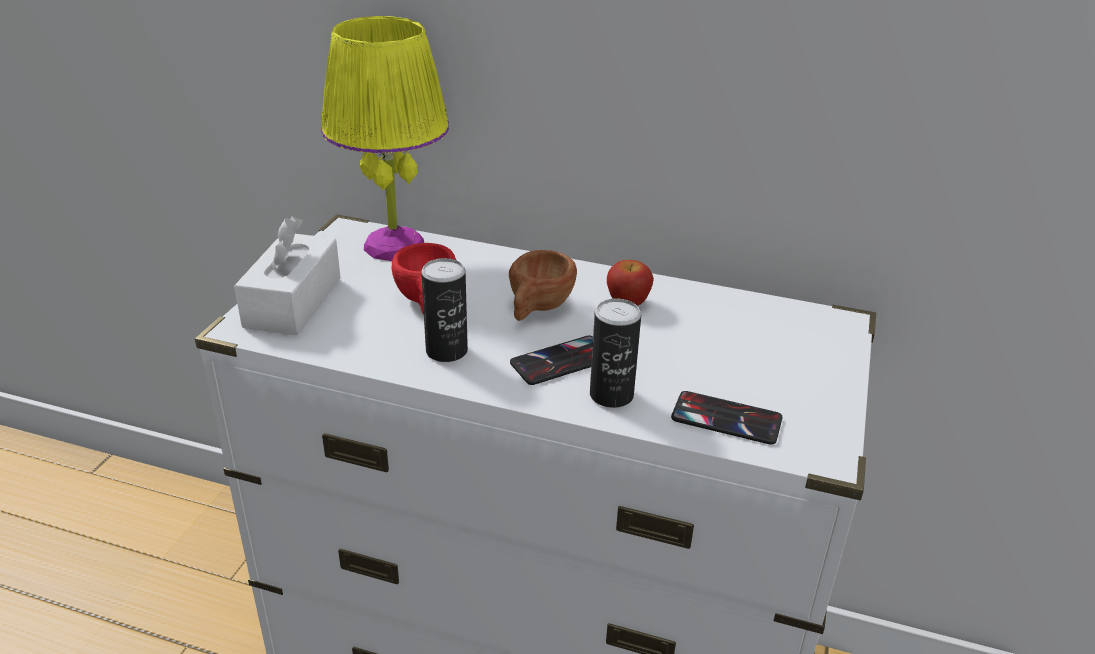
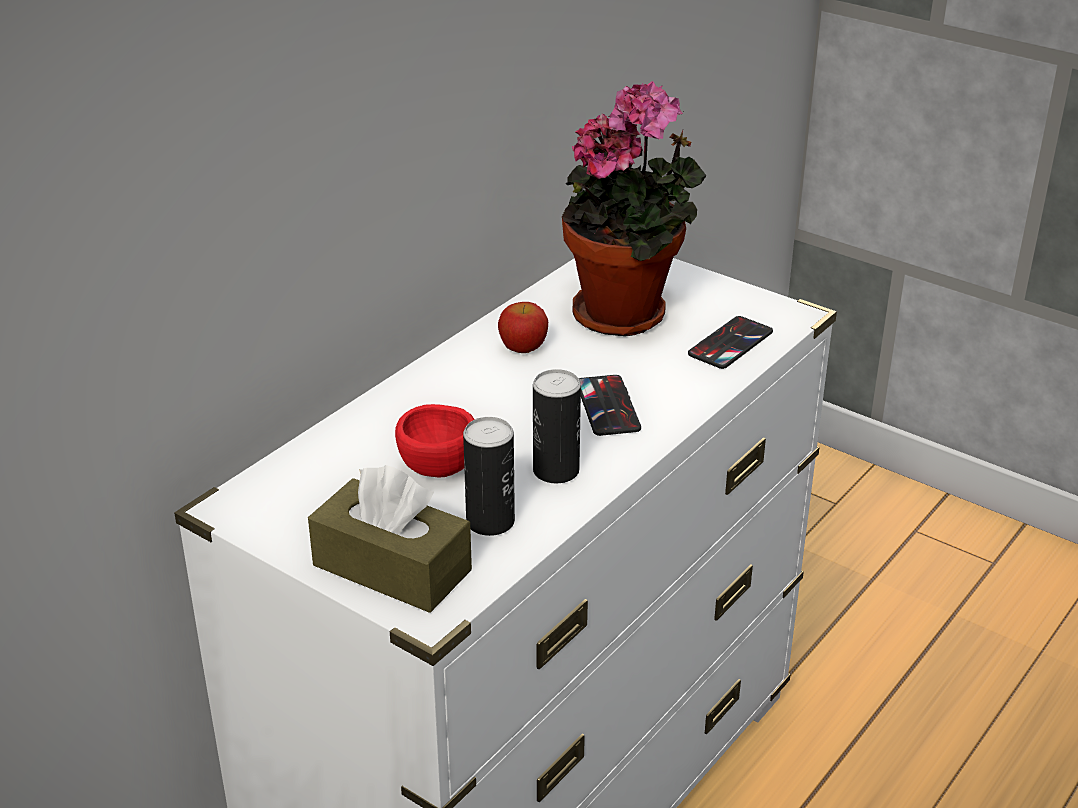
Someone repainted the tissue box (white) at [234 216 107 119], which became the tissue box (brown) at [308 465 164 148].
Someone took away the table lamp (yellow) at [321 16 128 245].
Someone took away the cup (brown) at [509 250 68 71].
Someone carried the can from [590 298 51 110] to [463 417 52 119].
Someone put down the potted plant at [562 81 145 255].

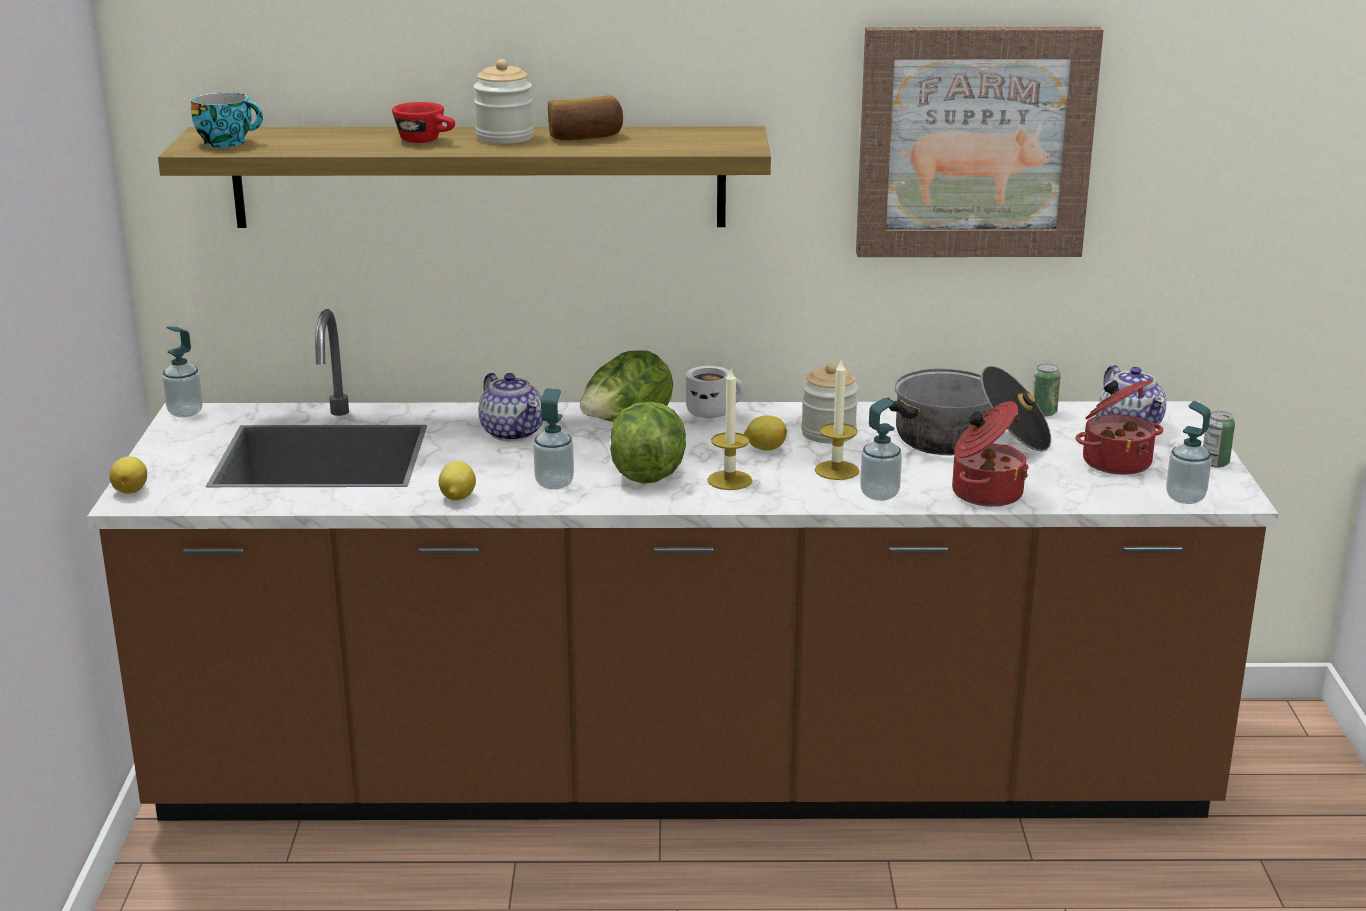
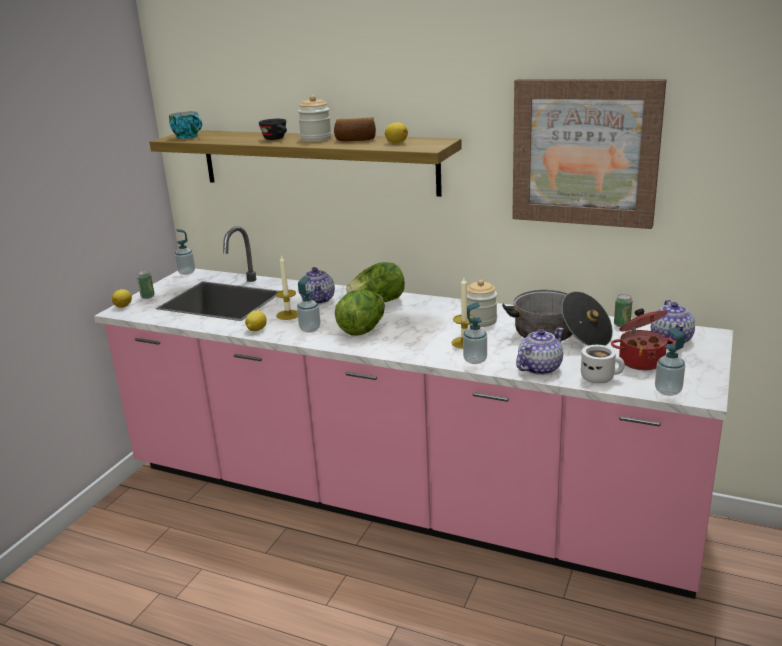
Someone repainted the counter (brown) at [87 309 1192 512], which became the counter (pink) at [94 226 639 373].
Someone repainted the cup (red) at [392 102 63 41], which became the cup (black) at [259 119 28 21].
Someone carried the mug (white) from [686 366 58 52] to [581 345 44 38].
Someone carried the candle from [707 368 45 122] to [276 254 22 66].
Someone carried the lemon from [744 416 43 34] to [385 122 23 21].
Someone swapped the cooking pot at [952 401 77 106] for the teapot at [516 328 48 47].
Someone carried the can from [1203 411 32 56] to [137 271 18 28].

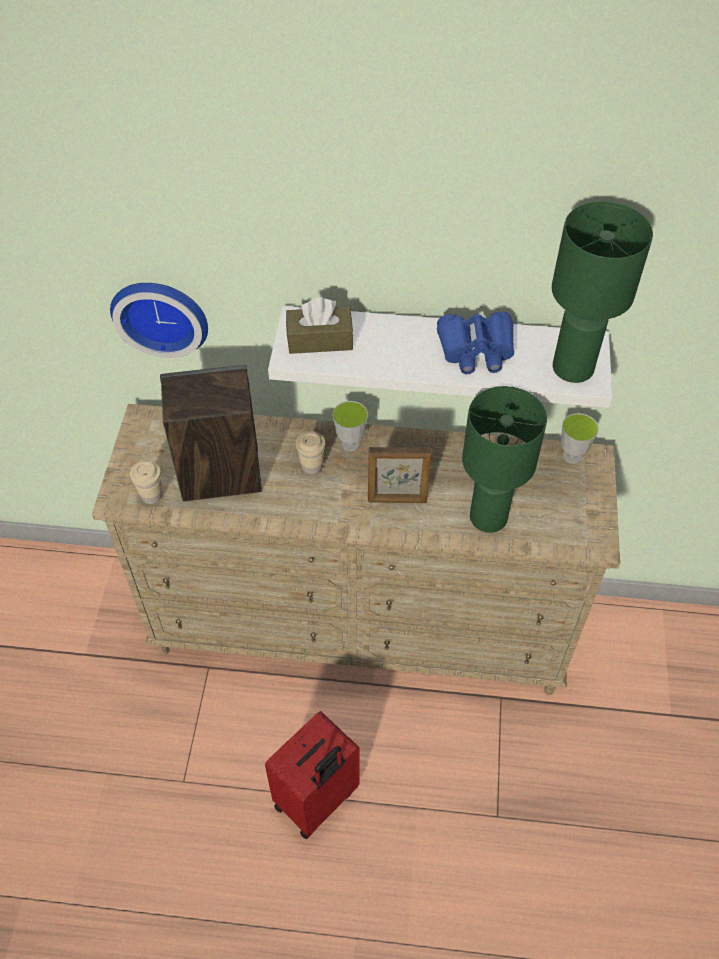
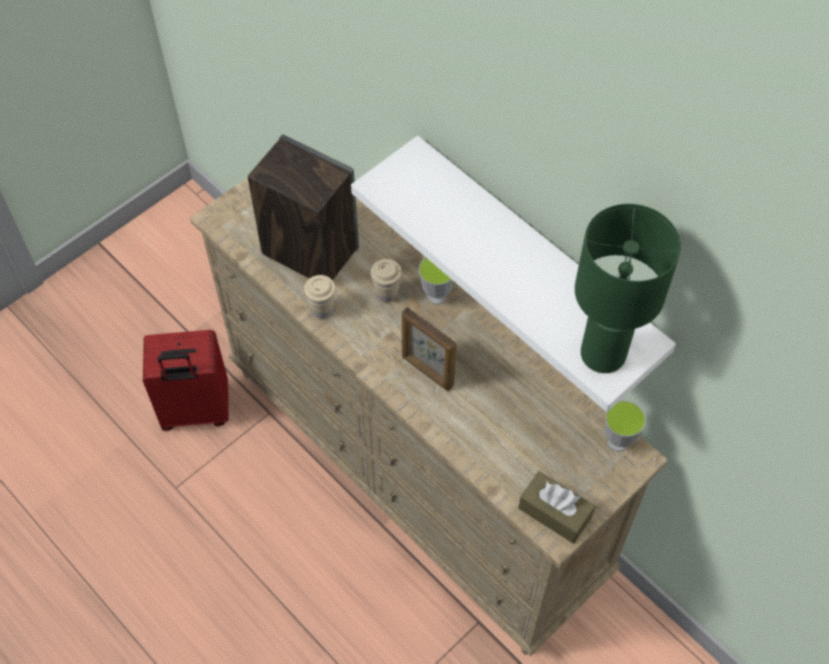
Someone took away the wall clock at [110 283 98 75].
Someone carried the cup (beige) from [130 460 33 44] to [304 275 31 44].
Someone carried the suitcase (red) from [265 711 95 128] to [143 330 86 101].
Someone carried the tissue box (brown) from [286 298 67 56] to [518 471 77 73].
Someone took away the binoculars (blue) at [437 312 77 62].
Someone took away the table lamp (green) at [462 386 85 147].

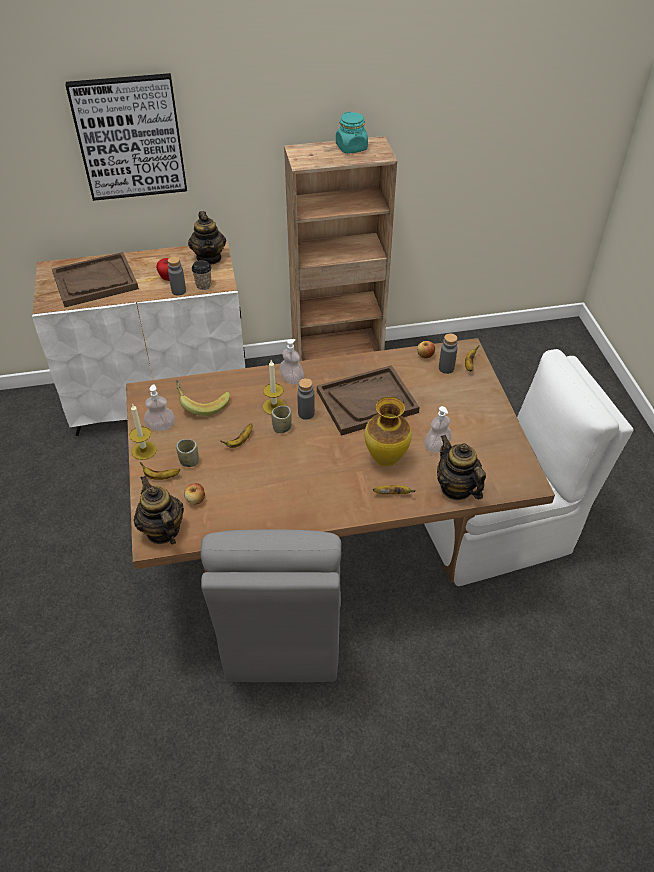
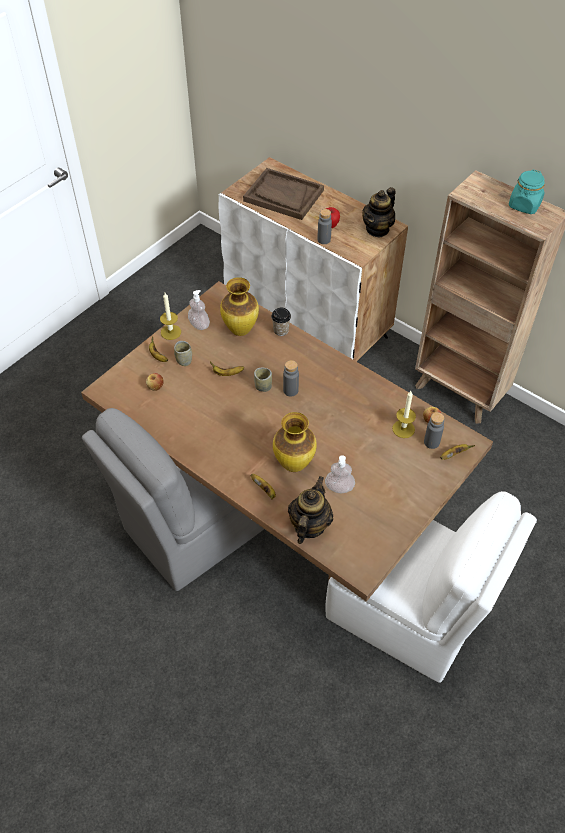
Someone took away the picture at [66 73 121 128].
Someone took away the teapot at [134 476 50 68].
Someone swapped the banana at [176 380 54 36] for the vase at [220 277 39 59].
Someone carried the cup from [192 260 19 30] to [271 308 20 28].
Someone carried the candle from [263 360 23 55] to [392 391 24 47].
Someone took away the soap dispenser at [280 339 24 46].
Someone took away the tray (brown) at [317 365 103 71].

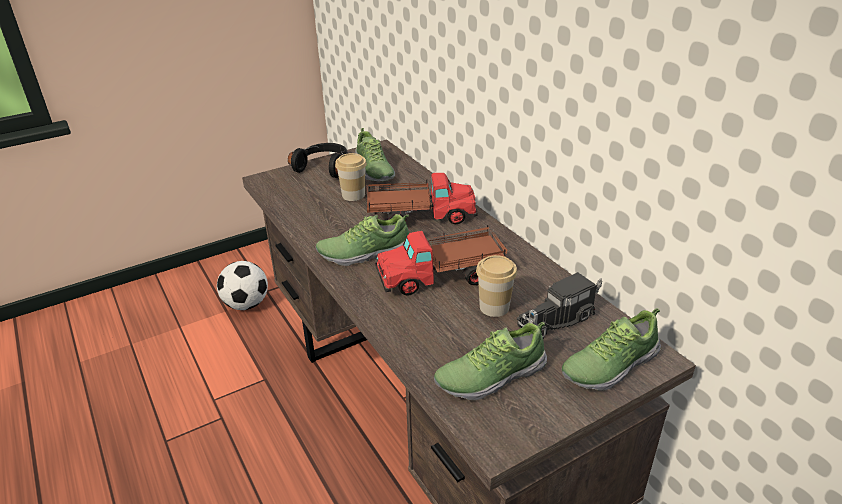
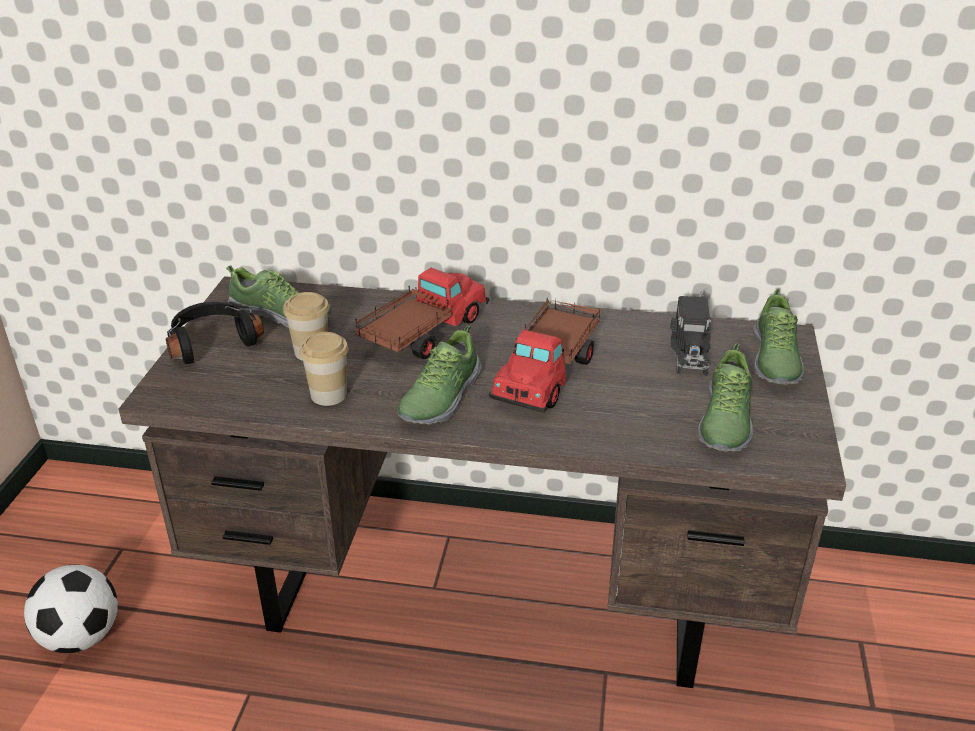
Someone carried the cup from [476 255 41 62] to [299 332 50 74].

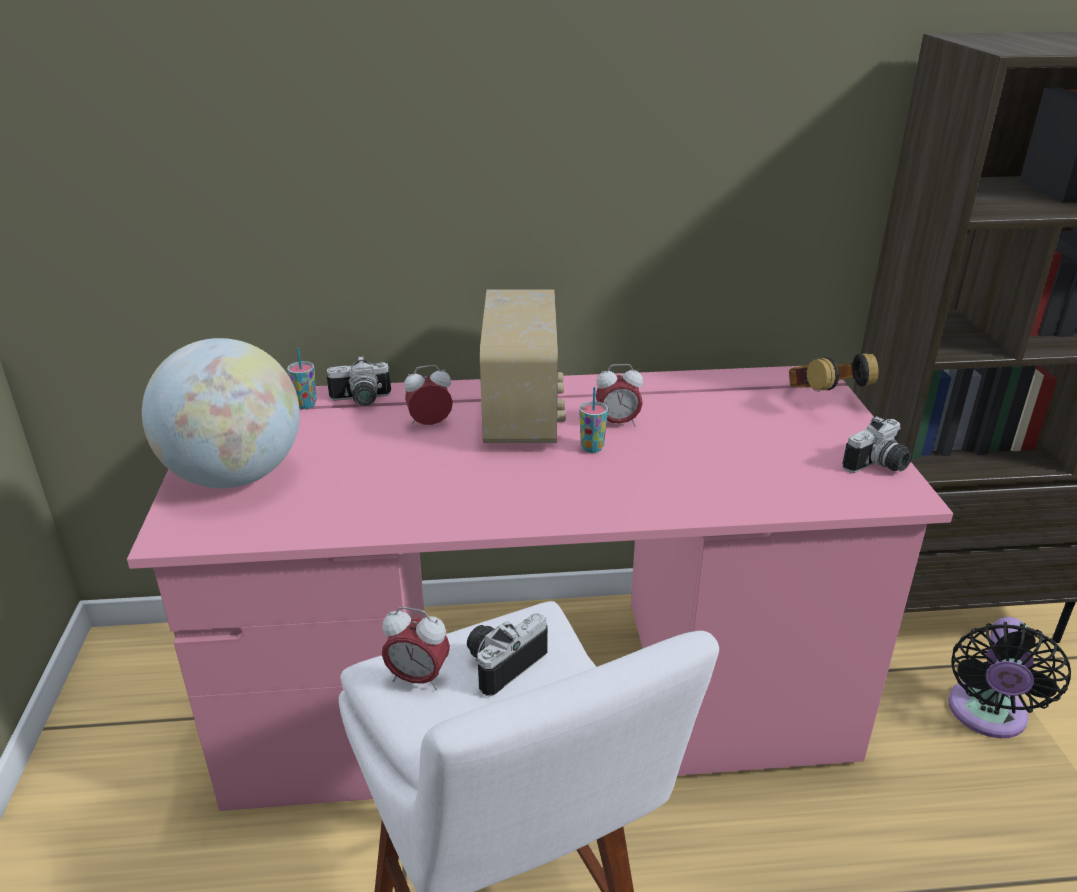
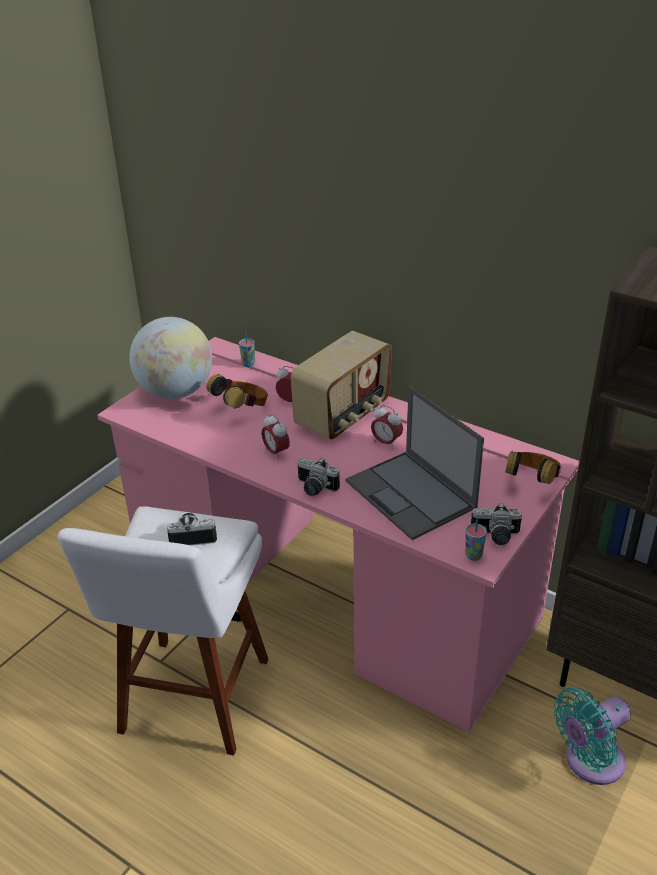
Someone carried the photo camera from [327 356 64 50] to [297 458 43 38].
Someone carried the alarm clock from [382 607 68 83] to [262 414 28 46].
Someone carried the cup from [579 387 29 66] to [465 517 22 44].
Someone repainted the fan (black) at [948 617 123 121], which became the fan (turquoise) at [554 687 77 98].
Someone put down the headphones at [206 374 62 35].
Someone put down the laptop at [346 386 138 154].

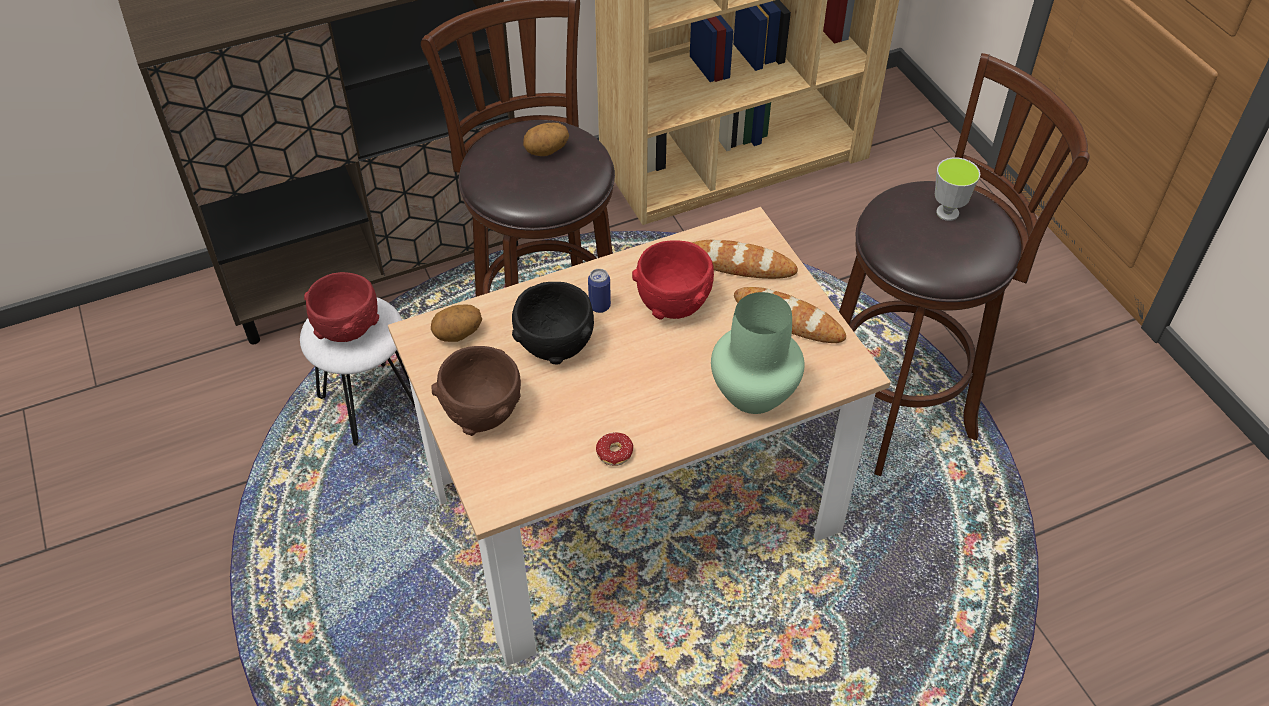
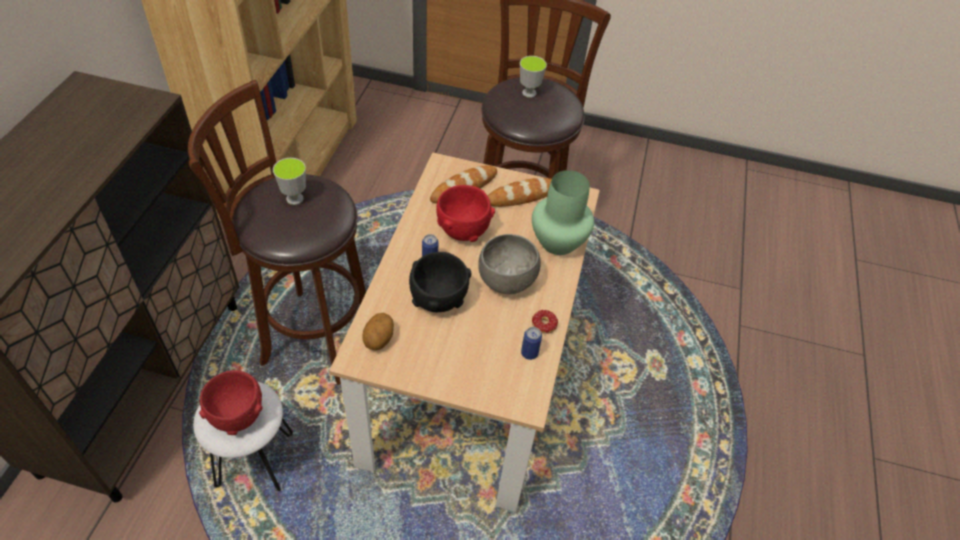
Someone took away the bowl (brown) at [431 346 90 90].
Someone swapped the potato at [523 123 46 33] for the cup at [273 158 33 47].
Someone put down the bowl (grey) at [479 234 62 60].
Someone put down the can at [521 327 21 33].

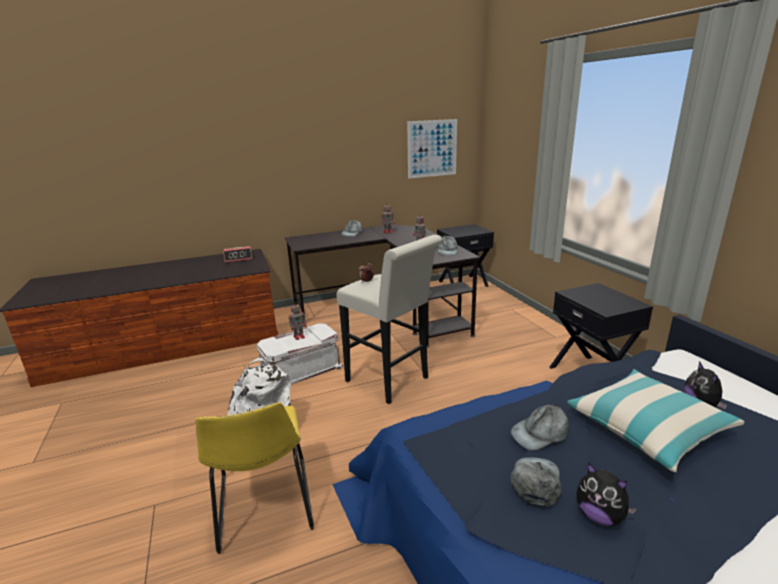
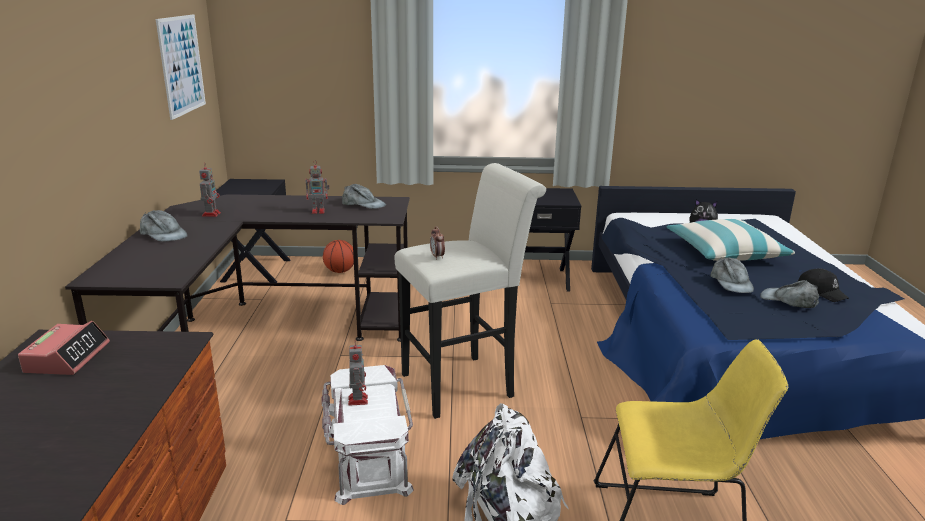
Someone swapped the plush toy at [576 463 61 63] for the cap (black) at [797 268 52 34].
Someone put down the basketball at [323 240 31 33].

